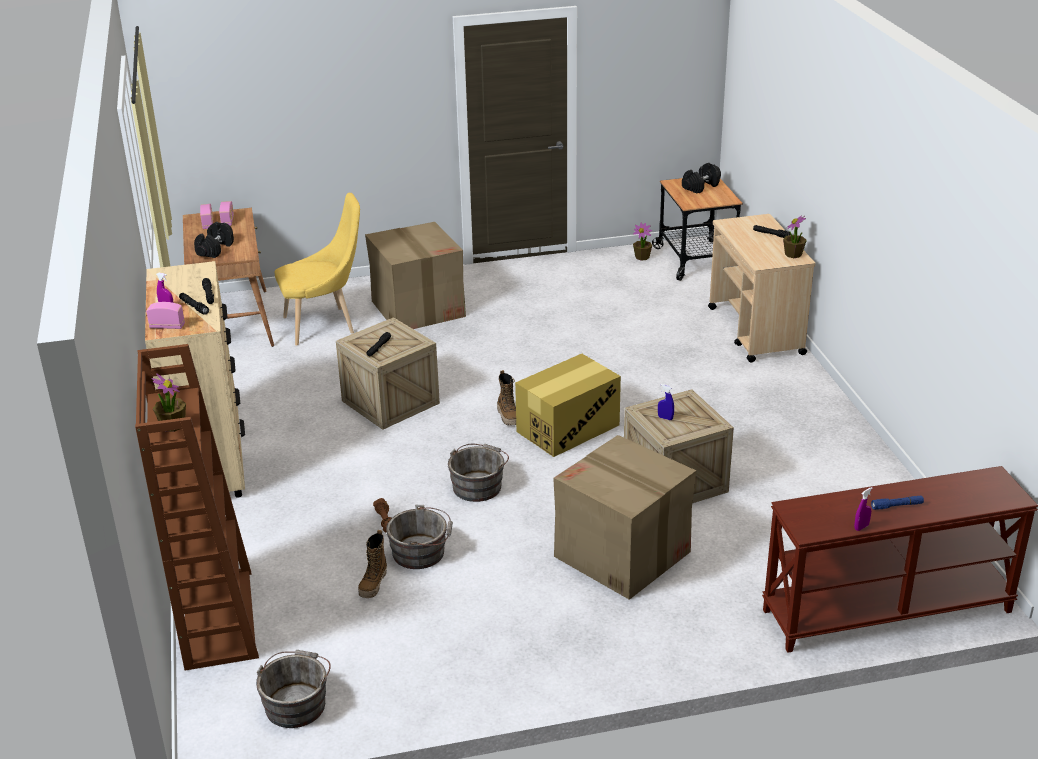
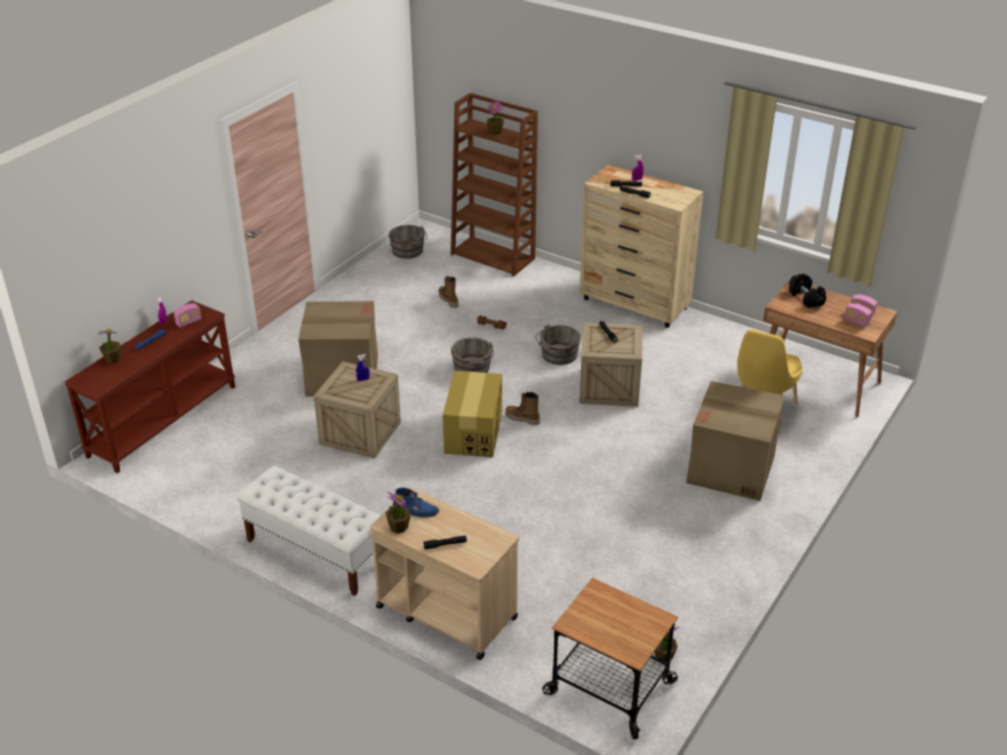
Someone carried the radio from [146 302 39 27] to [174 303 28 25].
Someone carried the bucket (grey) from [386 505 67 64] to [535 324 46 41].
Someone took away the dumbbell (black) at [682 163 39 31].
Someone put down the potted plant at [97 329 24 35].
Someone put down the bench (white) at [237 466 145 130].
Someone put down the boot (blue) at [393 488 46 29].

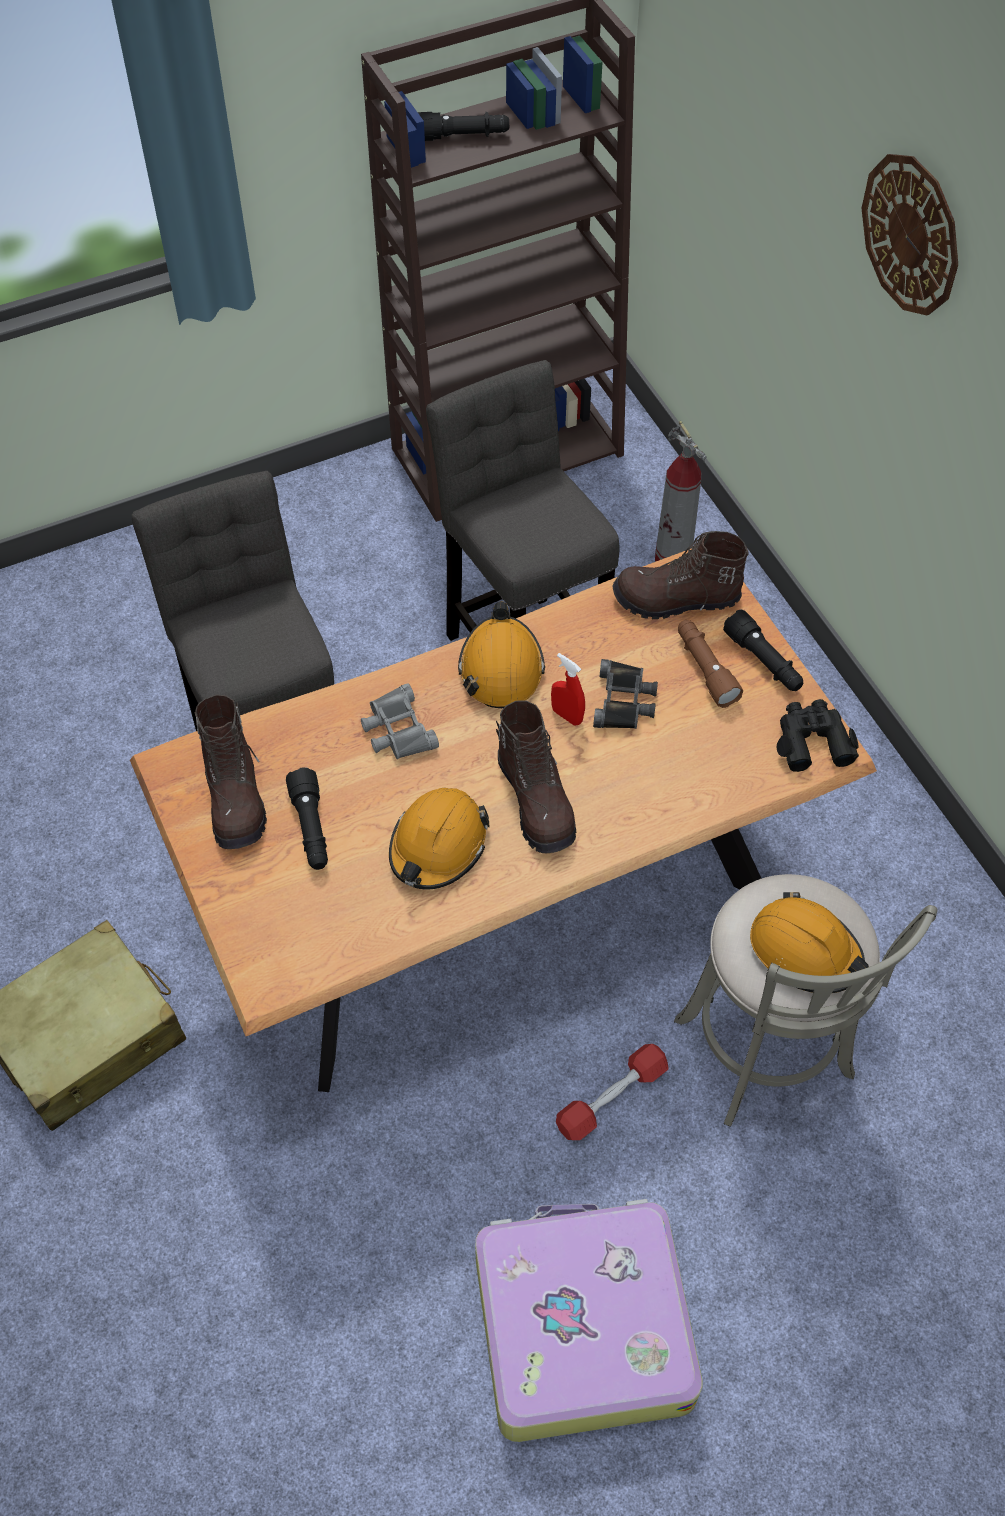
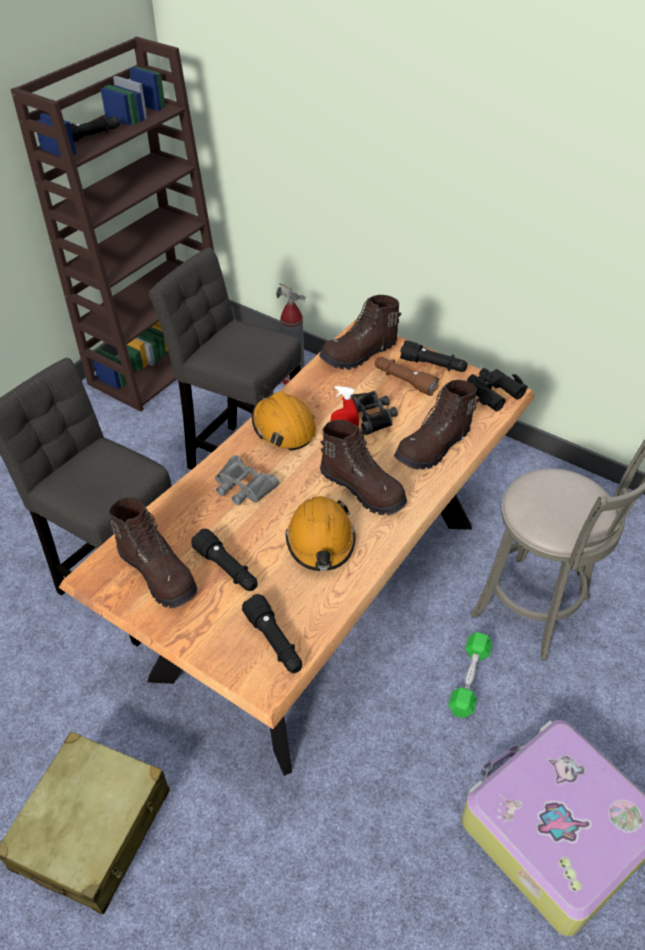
Someone repainted the dumbbell (red) at [556 1044 113 96], which became the dumbbell (green) at [449 632 43 86].
Someone took away the hard hat (orange) at [750 892 119 101].
Someone took away the wall clock at [861 154 97 161].
Someone put down the flashlight (black) at [242 594 60 79].
Someone put down the boot (brown) at [394 380 86 90].

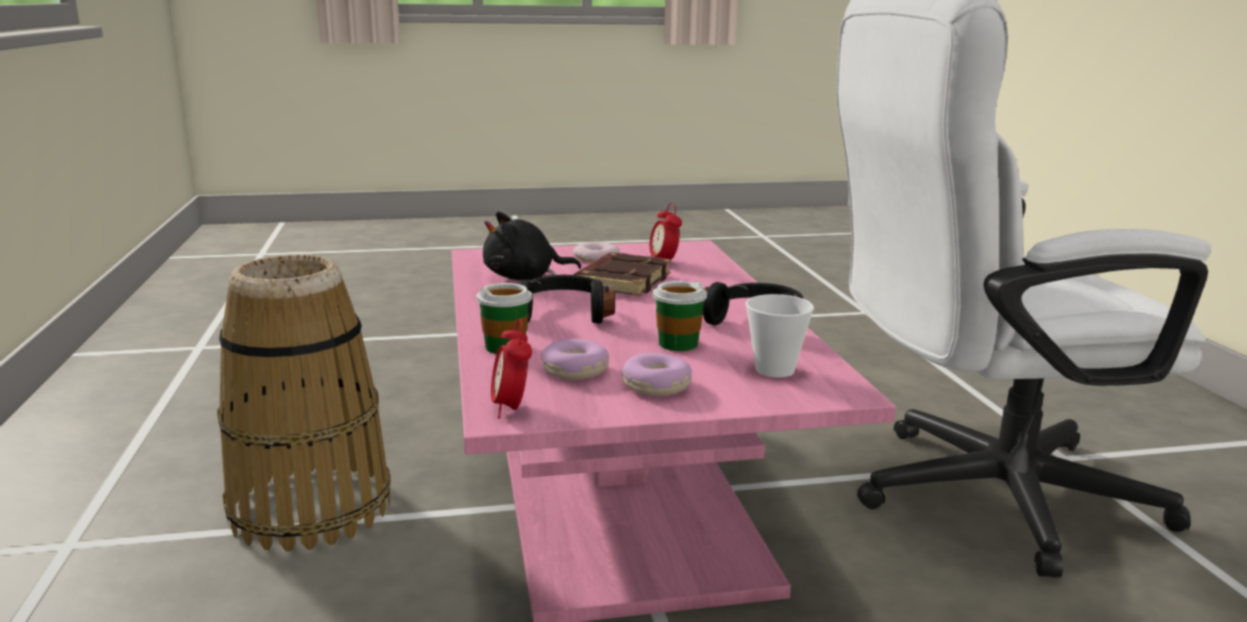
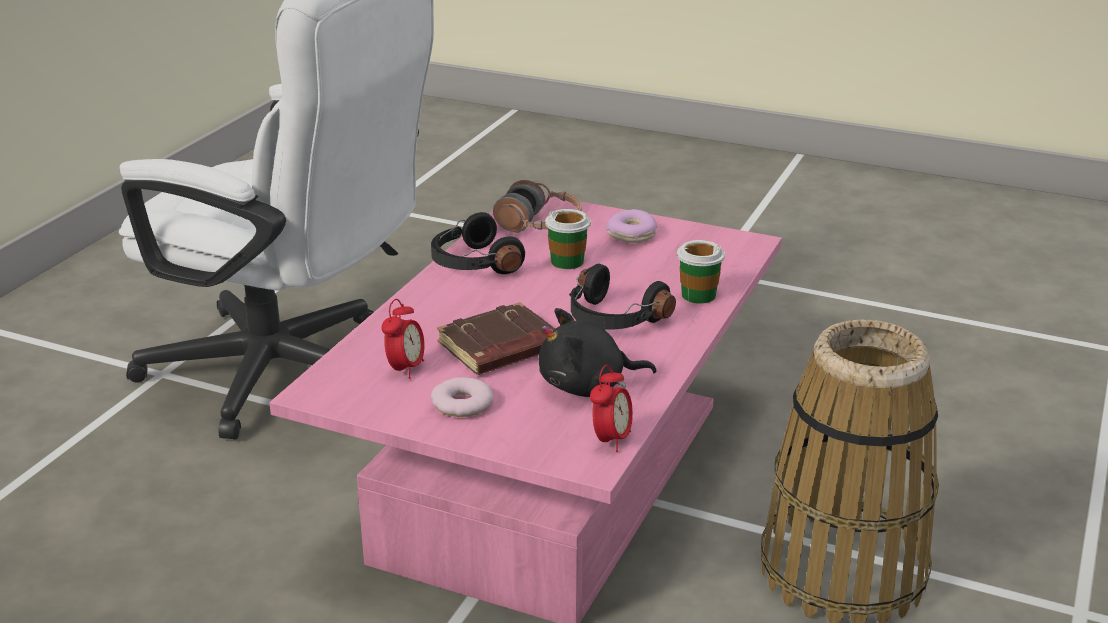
Someone rotated the plush toy (black) at [483 212 98 68] by 150 degrees clockwise.
Someone carried the alarm clock from [491 319 41 100] to [590 365 43 87].
Someone took away the donut at [541 339 68 41].
Someone swapped the cup at [746 294 68 84] for the headphones at [493 180 89 53].

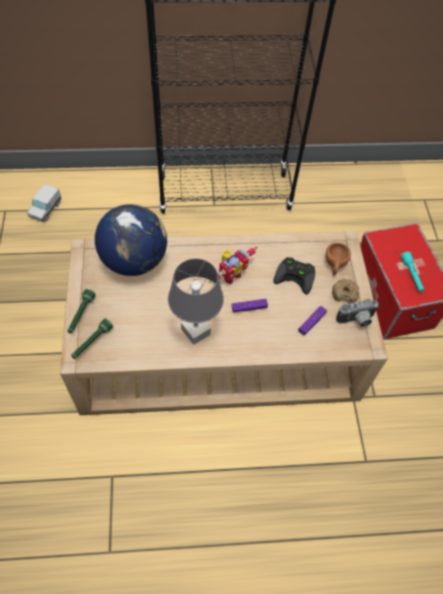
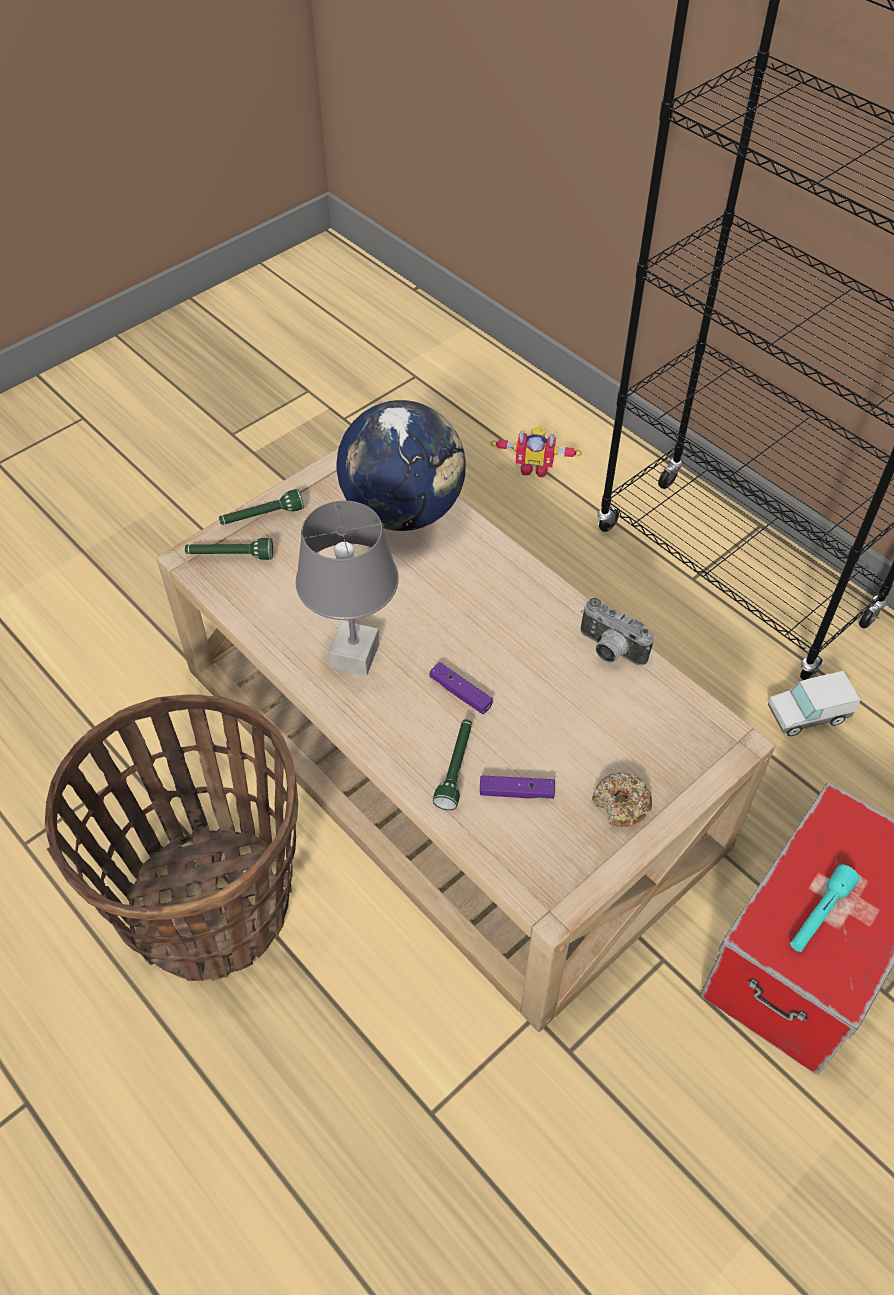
Someone carried the toy truck from [27 184 34 38] to [768 671 92 65].
Someone carried the toy robot from [210 247 48 37] to [490 427 92 51].
Someone took away the game controller (black) at [273 257 42 37].
Someone took away the cup (brown) at [326 243 25 32].
Someone carried the photo camera from [336 299 43 28] to [581 598 73 68].
Someone put down the basket at [45 694 253 287].
Someone put down the flashlight (green) at [433 719 39 91].

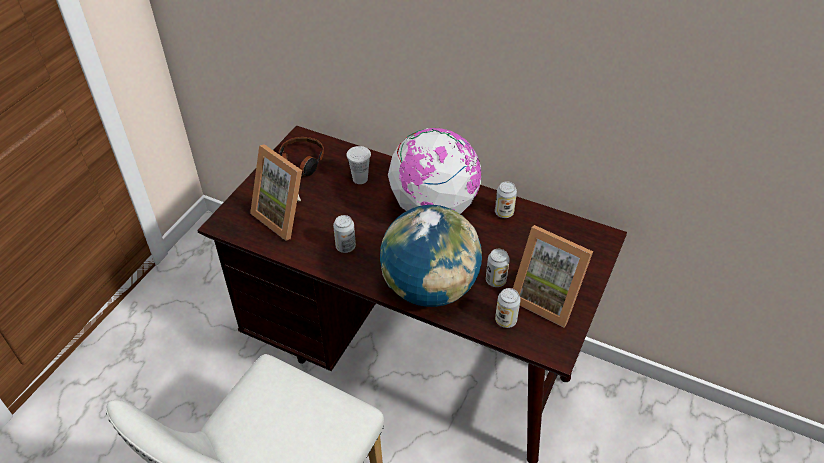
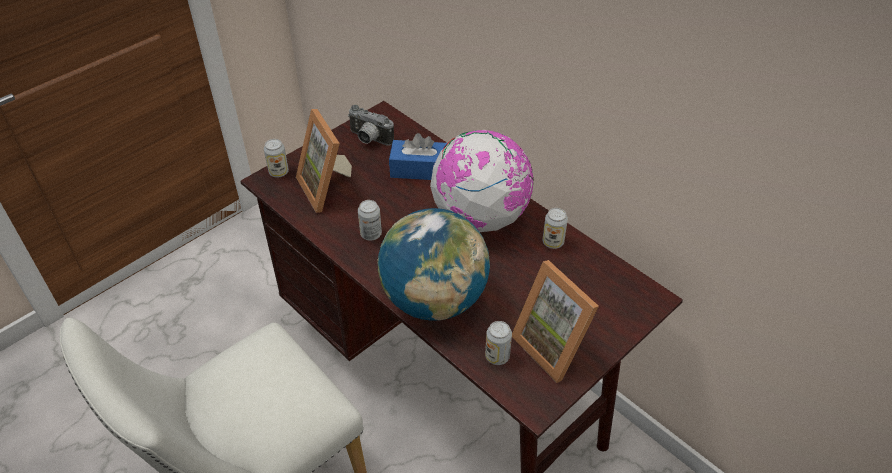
Someone swapped the headphones at [279 137 45 39] for the photo camera at [348 105 46 41].
Someone swapped the cup (white) at [346 146 25 38] for the tissue box (blue) at [389 133 58 47].
Someone carried the can from [486 249 24 38] to [264 139 25 38].

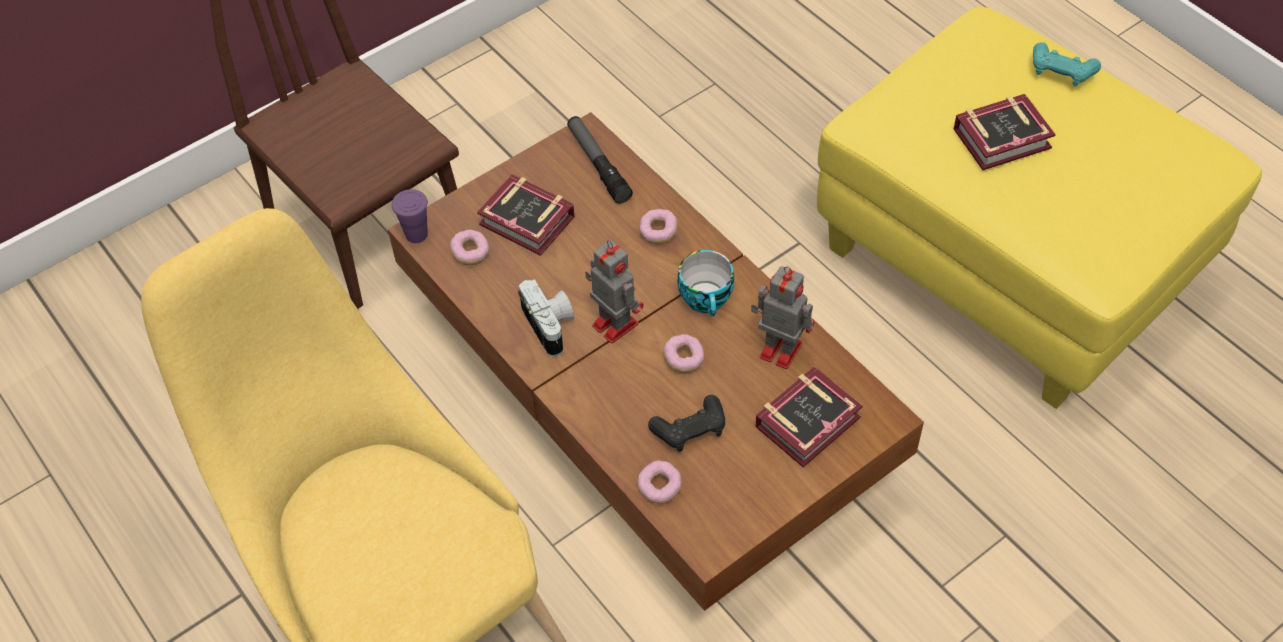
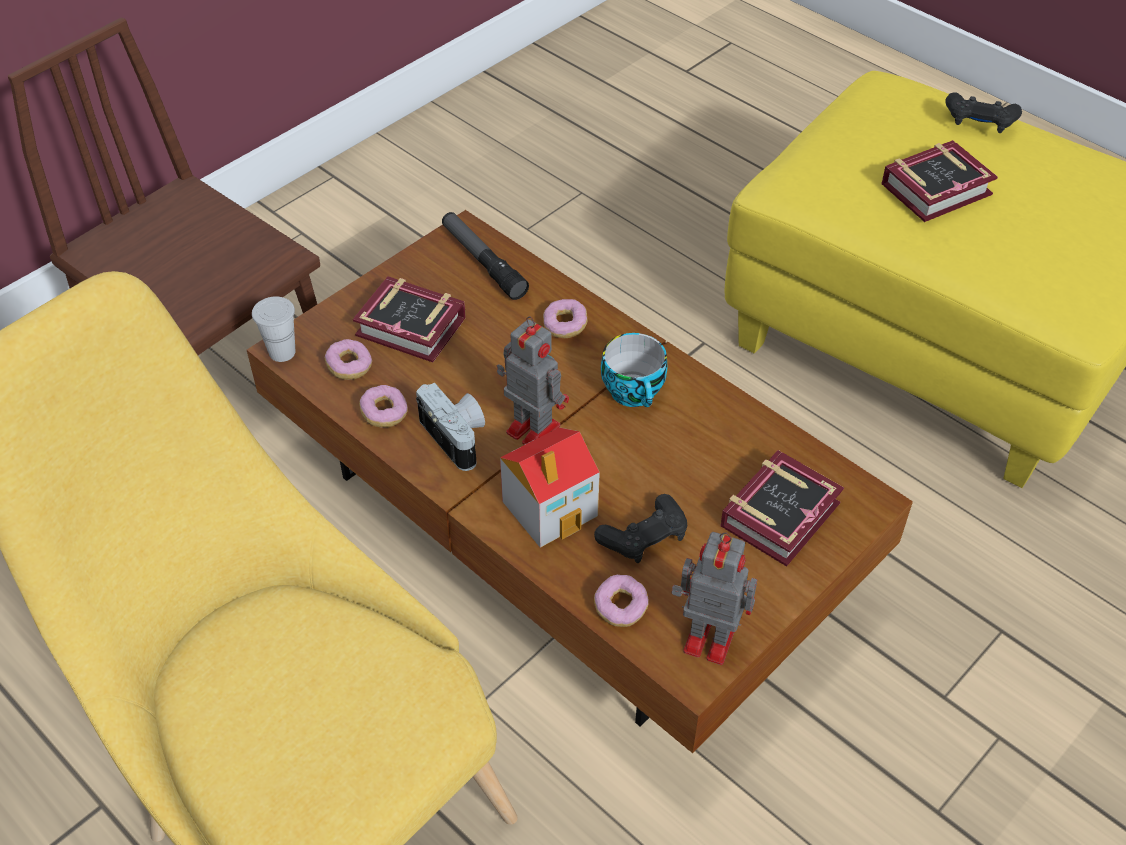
Someone repainted the cup (purple) at [392 189 36 54], which became the cup (white) at [252 296 44 66].
Someone carried the donut from [663 334 42 39] to [359 385 49 43].
Someone carried the toy robot from [751 266 63 103] to [672 532 85 133].
Someone repainted the game controller (turquoise) at [1033 42 68 45], which became the game controller (black) at [945 92 77 41].
Someone put down the toy house at [500 427 100 121].

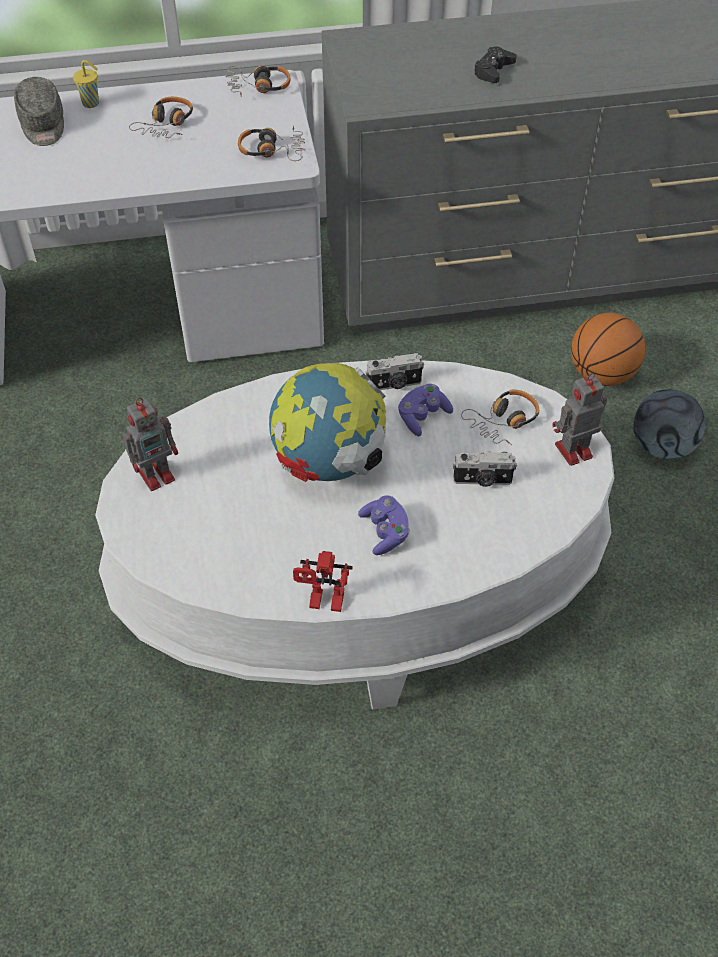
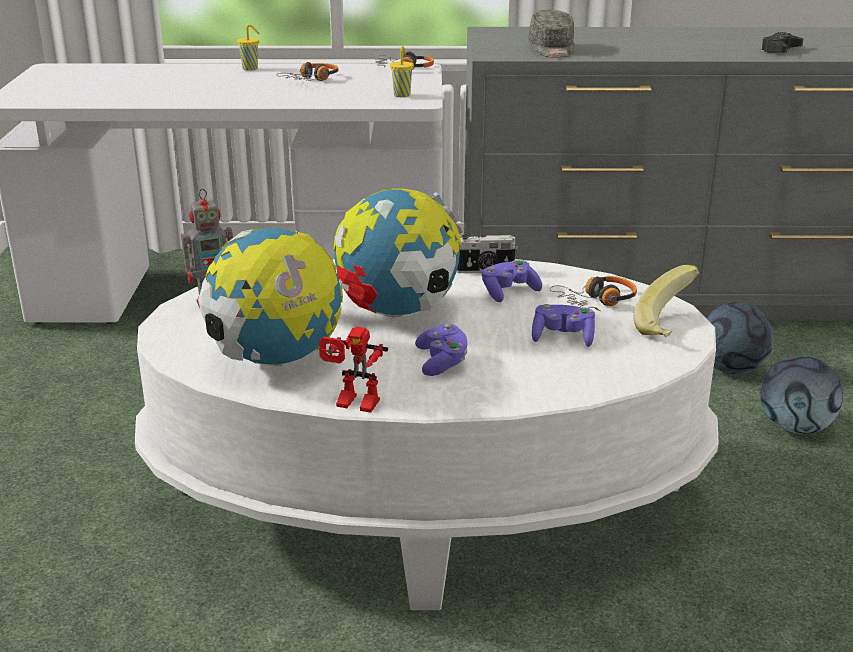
Someone carried the cap (grey) from [14 77 50 69] to [528 10 47 48].
Someone swapped the headphones at [238 126 67 35] for the cup (yellow) at [390 46 24 51].
Someone swapped the photo camera at [453 451 64 36] for the game controller (purple) at [532 304 63 43].
Someone carried the game controller (black) from [473 46 44 37] to [760 32 44 21].
Someone swapped the toy robot at [552 373 55 93] for the banana at [633 265 66 72].
Someone swapped the basketball at [571 313 74 73] for the football at [706 302 67 72].
Someone put down the globe at [198 228 145 138].

